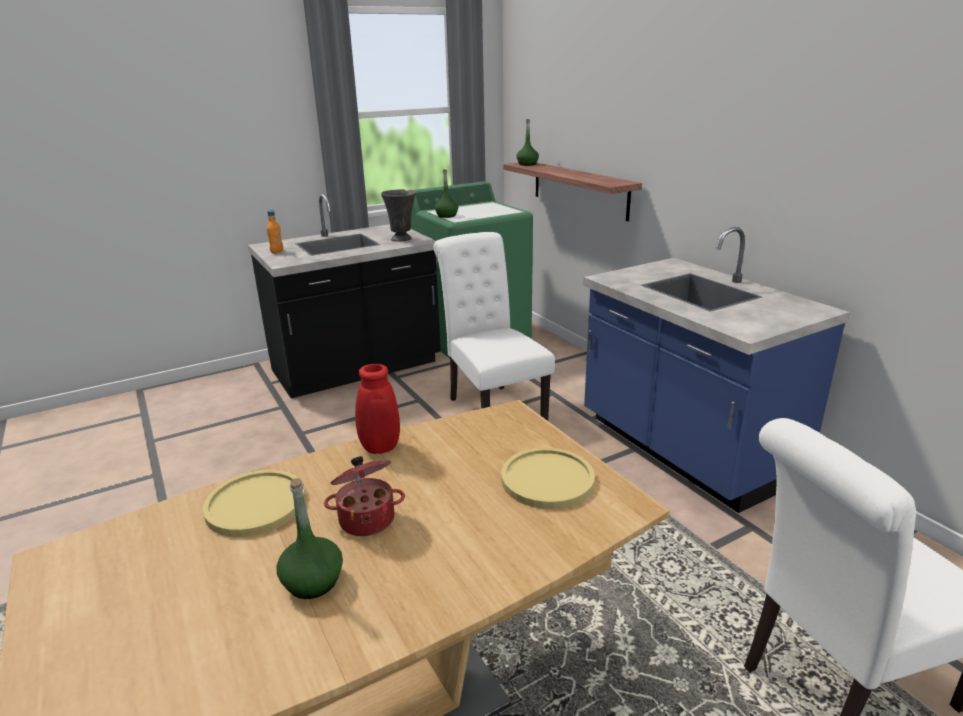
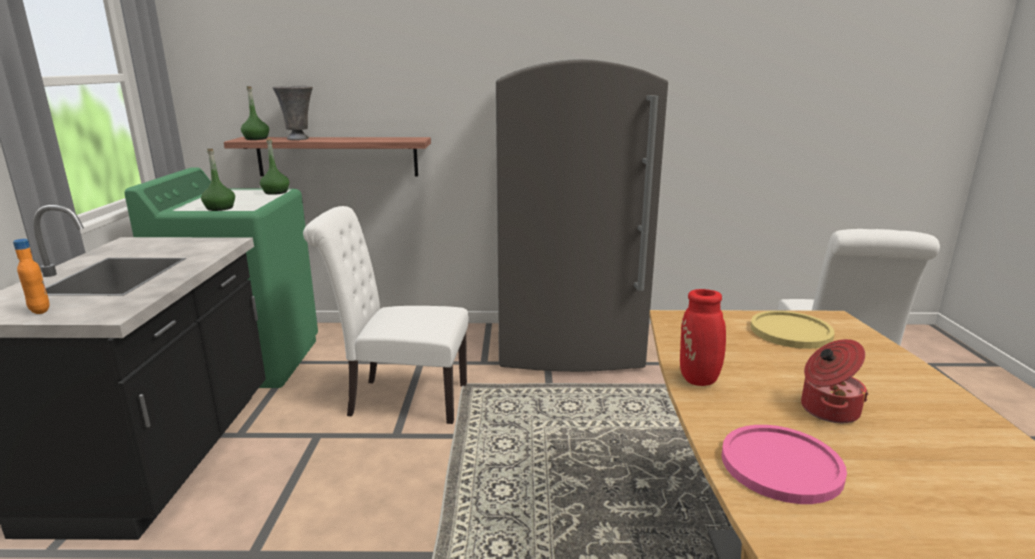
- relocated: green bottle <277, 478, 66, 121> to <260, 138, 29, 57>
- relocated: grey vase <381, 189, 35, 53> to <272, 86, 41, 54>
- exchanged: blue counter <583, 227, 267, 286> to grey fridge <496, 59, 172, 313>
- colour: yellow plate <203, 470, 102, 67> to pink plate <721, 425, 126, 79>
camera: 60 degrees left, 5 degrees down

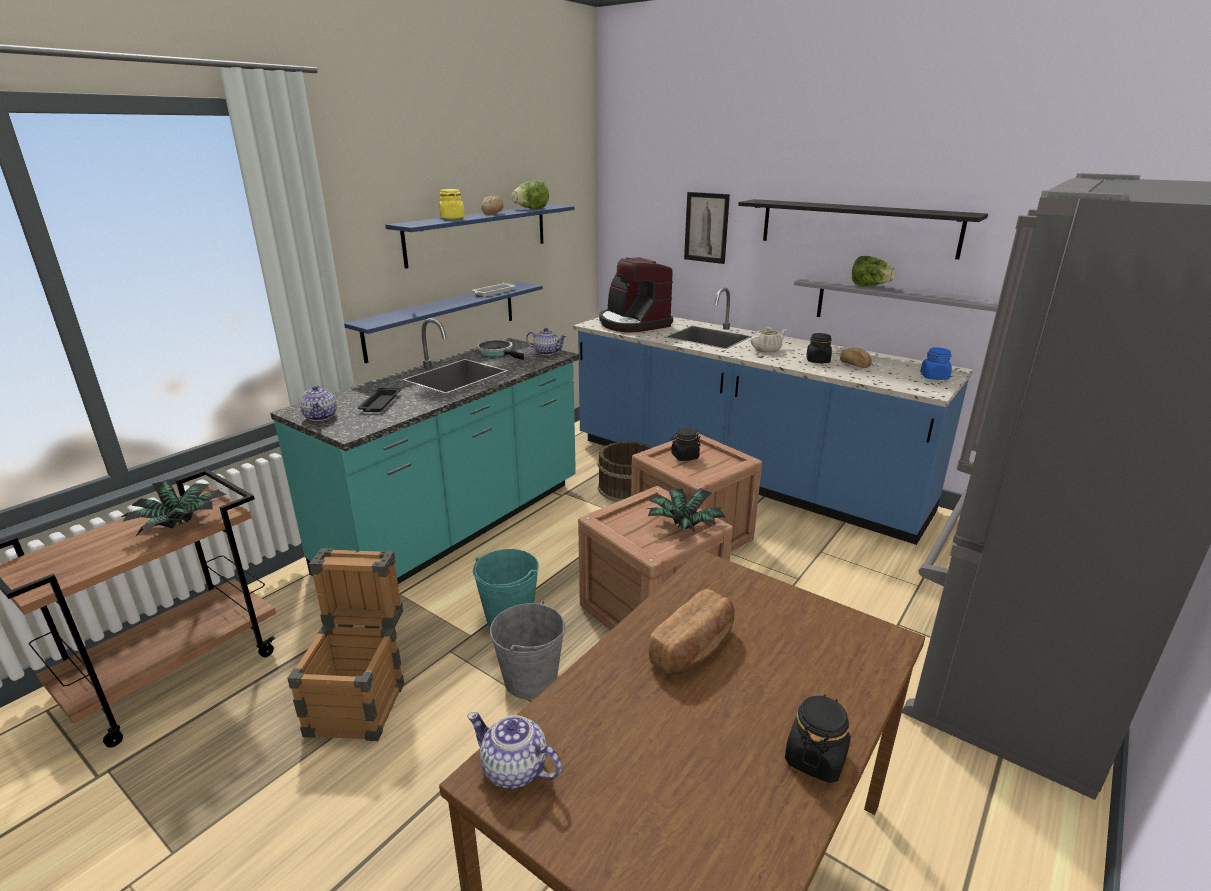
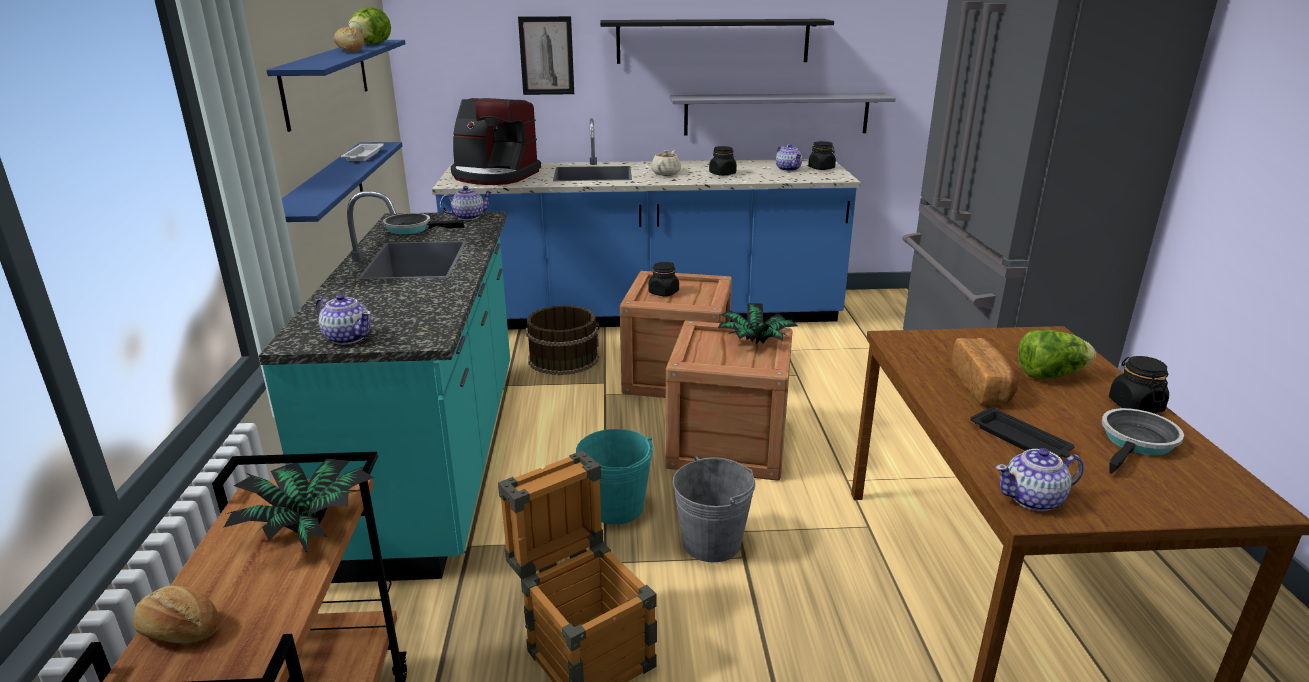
- relocated: bread <840, 347, 32, 21> to <133, 586, 86, 58>
- appeared: teapot <776, 144, 26, 27>
- colour: blue jar <920, 347, 32, 33> to black jar <808, 141, 28, 29>
- relocated: black tray <357, 388, 44, 24> to <970, 407, 105, 51>
- relocated: lettuce <852, 256, 44, 30> to <1018, 329, 78, 51>
- appeared: frying pan <1102, 408, 82, 66>
- missing: yellow jar <439, 189, 26, 30>
camera: 40 degrees left, 0 degrees up

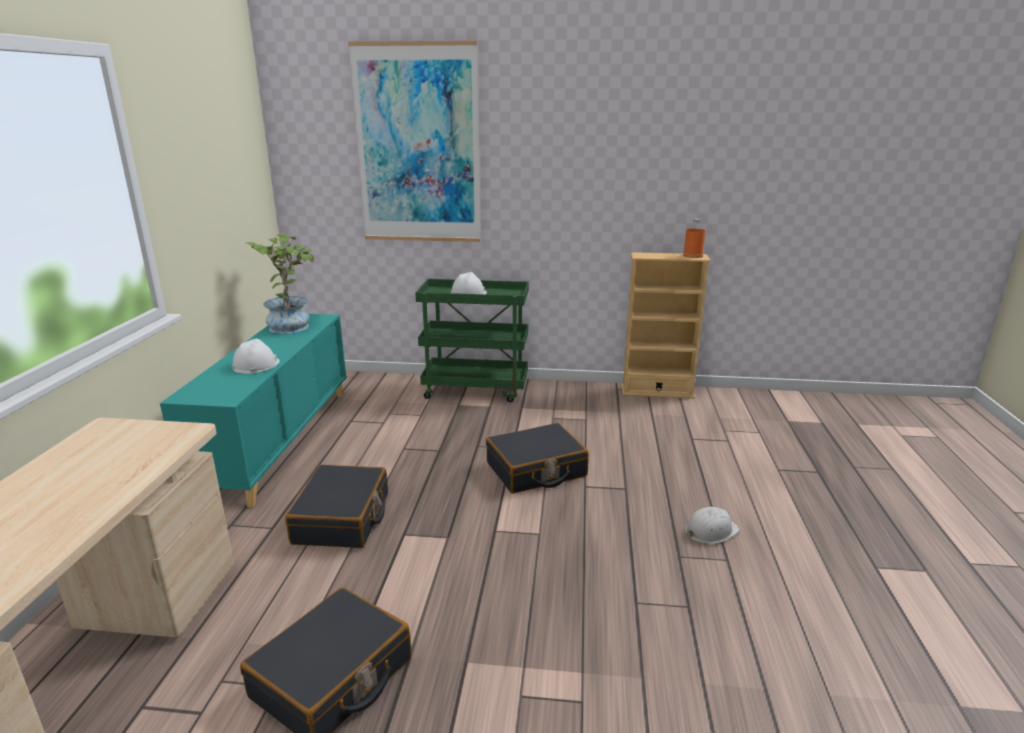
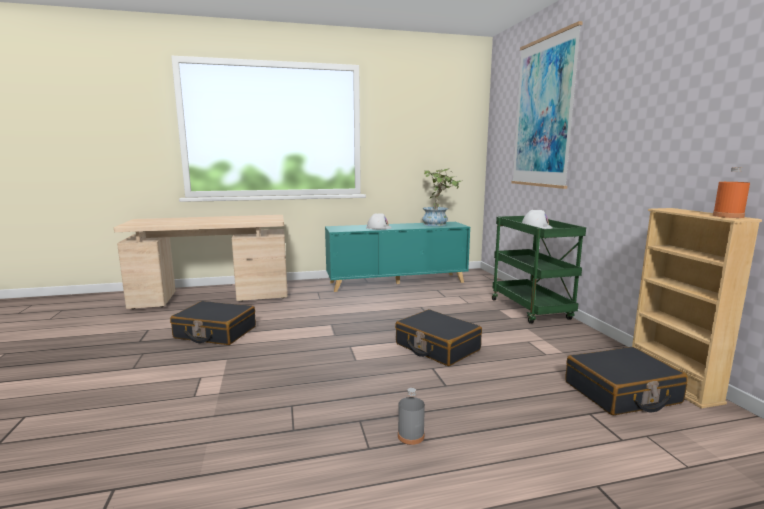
- exchanged: white hard hat <685, 507, 55, 37> to grey bottle <398, 388, 27, 57>
- relocated: black suitcase <285, 465, 103, 83> to <565, 347, 123, 68>
camera: 70 degrees right, 10 degrees down

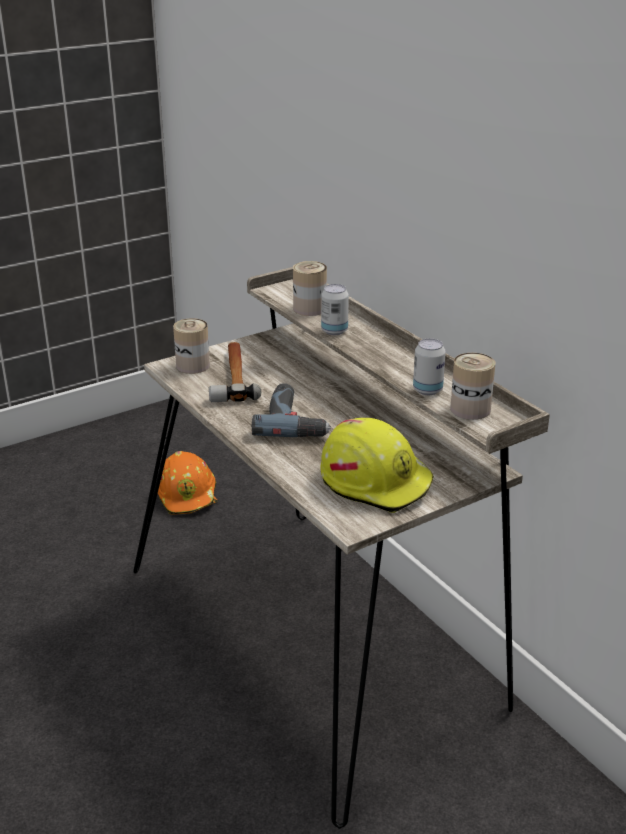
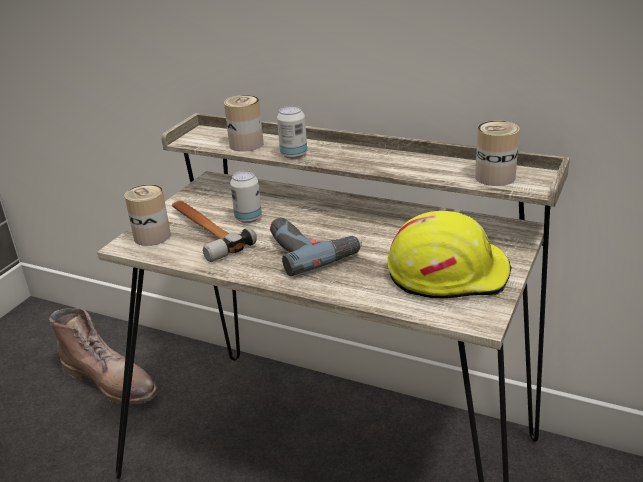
- exchanged: orange hard hat <158, 451, 60, 64> to brown boot <49, 308, 109, 96>
- relocated: can <413, 338, 33, 57> to <230, 171, 32, 52>
camera: 30 degrees left, 0 degrees up

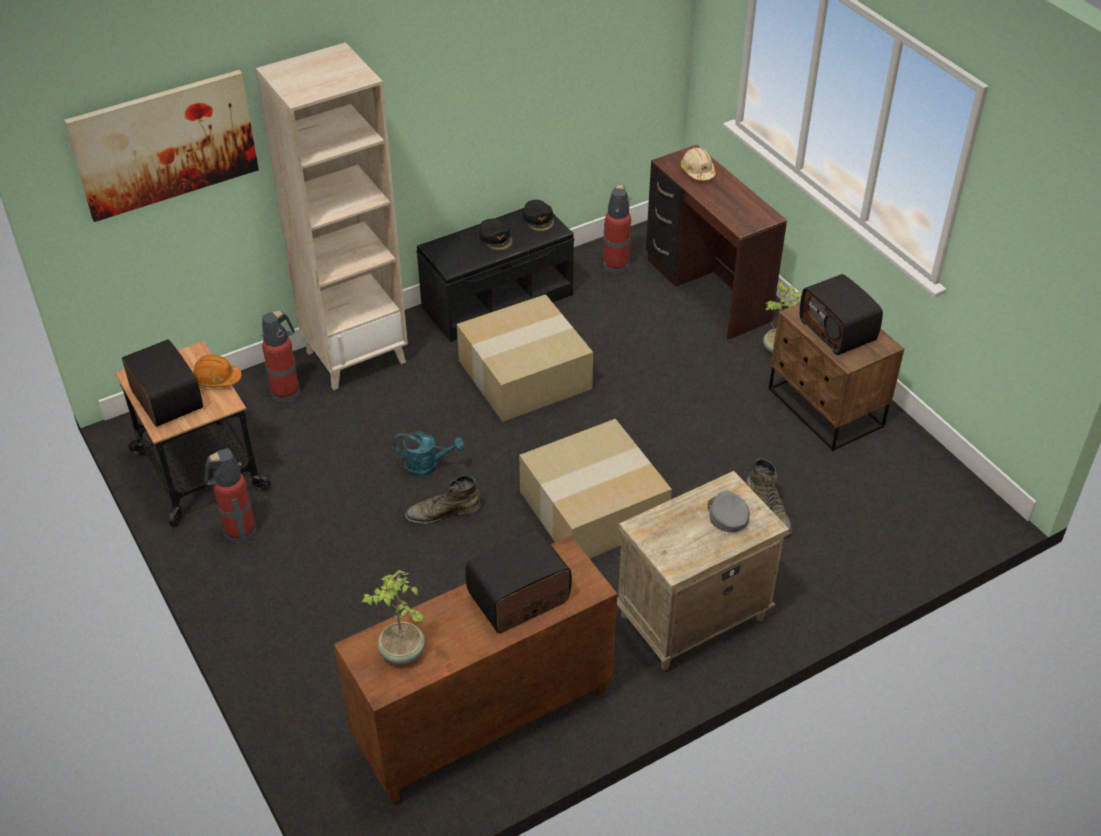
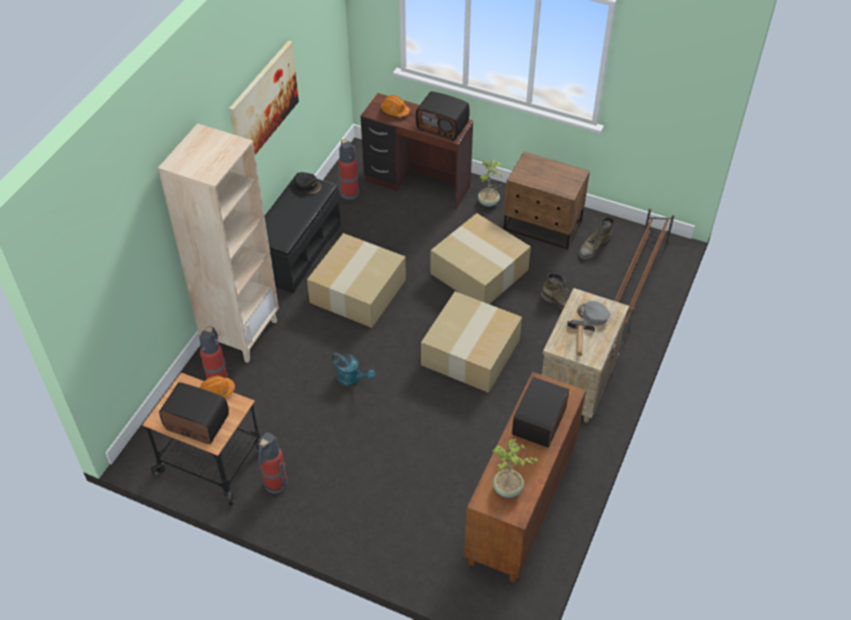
- relocated: picture <64, 70, 195, 152> to <229, 41, 70, 114>
- spun: turquoise watering can <394, 431, 70, 46> = <332, 352, 43, 34> 60 degrees clockwise
- colour: beige hard hat <680, 147, 36, 34> to orange hard hat <381, 95, 29, 22>
- relocated: radio <800, 274, 83, 81> to <416, 91, 54, 50>
- appeared: cardboard box <430, 213, 101, 91>
- appeared: hammer <567, 320, 28, 36>
- relocated: green boot <405, 475, 76, 49> to <578, 217, 36, 42>
- appeared: brown shoe rack <614, 208, 60, 129>
- missing: black cap <479, 219, 34, 32>
camera: 35 degrees left, 5 degrees up

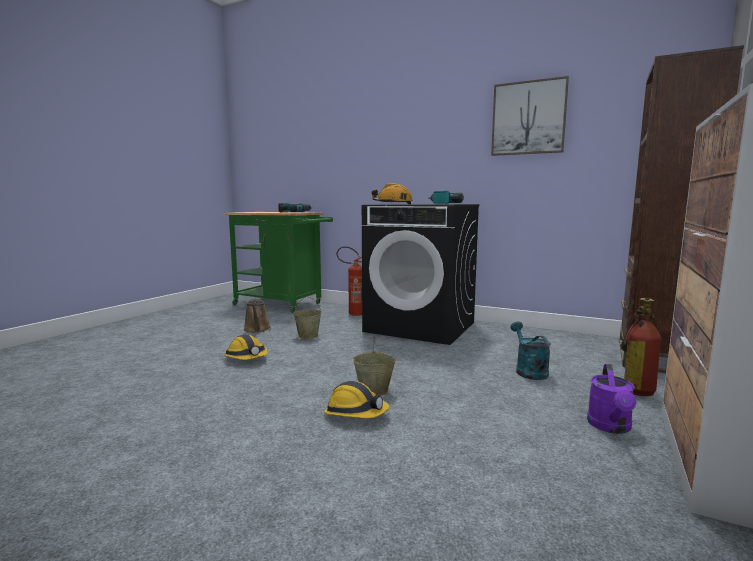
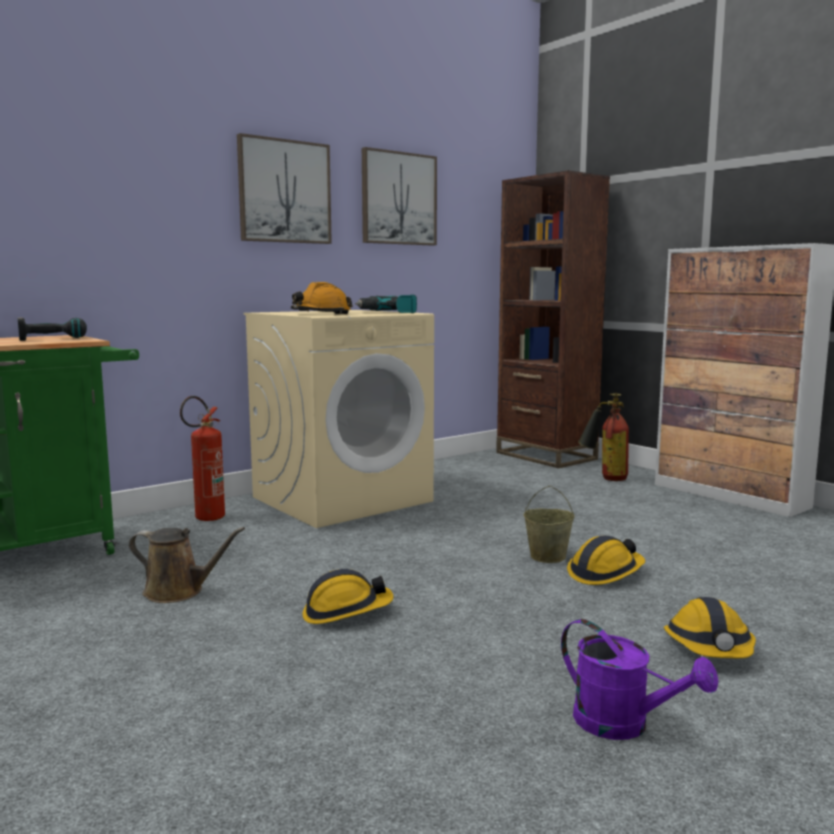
- appeared: picture <237, 133, 95, 111>
- colour: black washing machine <362, 204, 117, 141> to beige washing machine <244, 310, 190, 218>
- relocated: purple watering can <587, 364, 50, 70> to <561, 619, 157, 121>
- appeared: hard hat <664, 597, 92, 61>
- missing: beige bucket <293, 296, 28, 43>
- missing: turquoise watering can <510, 321, 41, 59>
camera: 65 degrees left, 0 degrees up

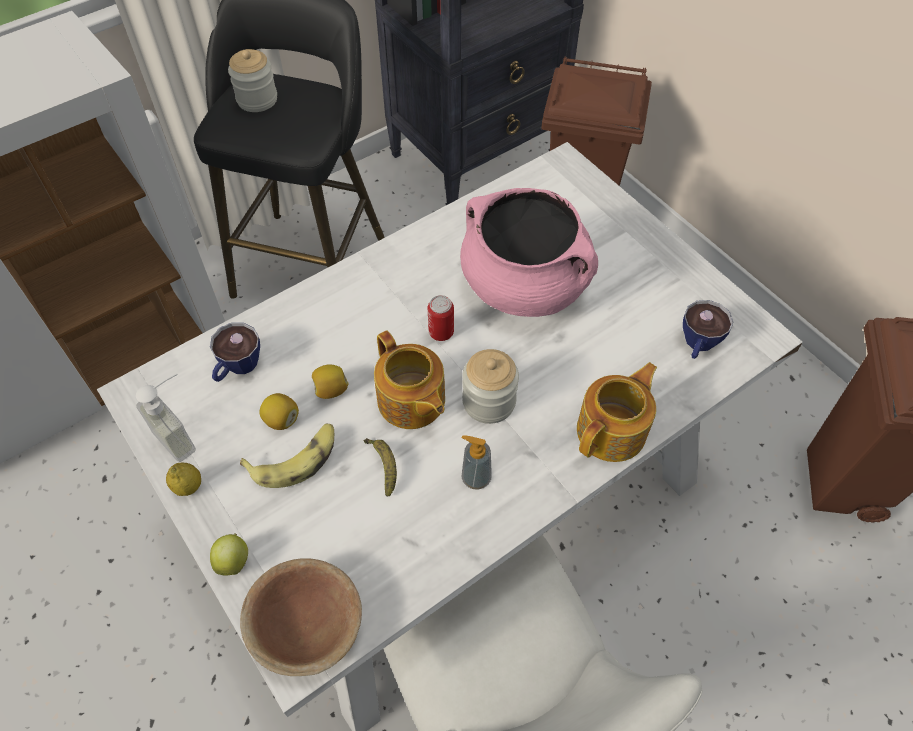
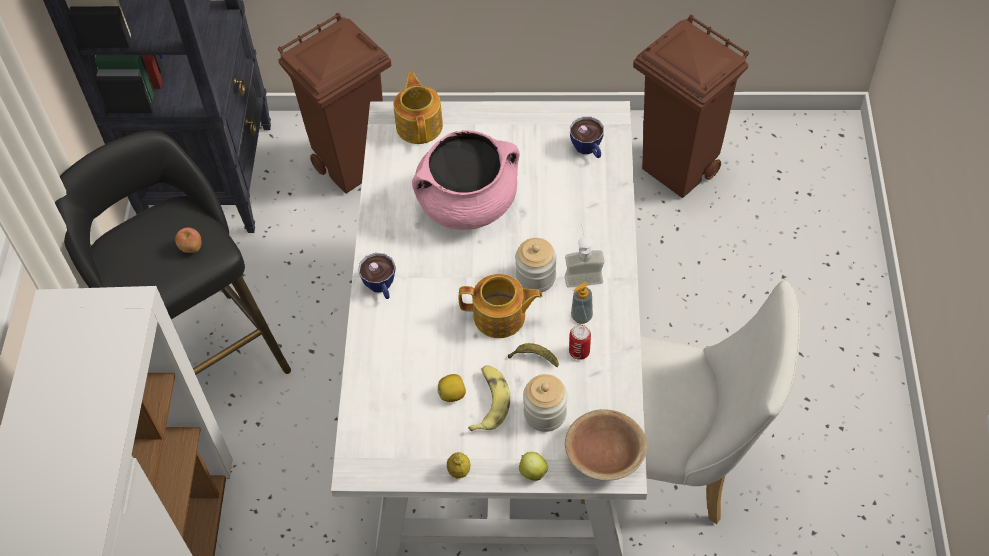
- appeared: apple <175, 227, 27, 26>
- relocated: cup <210, 323, 50, 59> to <358, 253, 38, 46>
- relocated: teapot <577, 362, 80, 100> to <394, 72, 49, 72>
- relocated: jar <228, 49, 49, 63> to <523, 374, 44, 58>
- relocated: soap dispenser <136, 373, 60, 89> to <565, 223, 39, 65>
- relocated: can <428, 295, 26, 46> to <569, 324, 22, 36>
- missing: lemon <312, 364, 37, 35>
camera: 50 degrees left, 0 degrees up

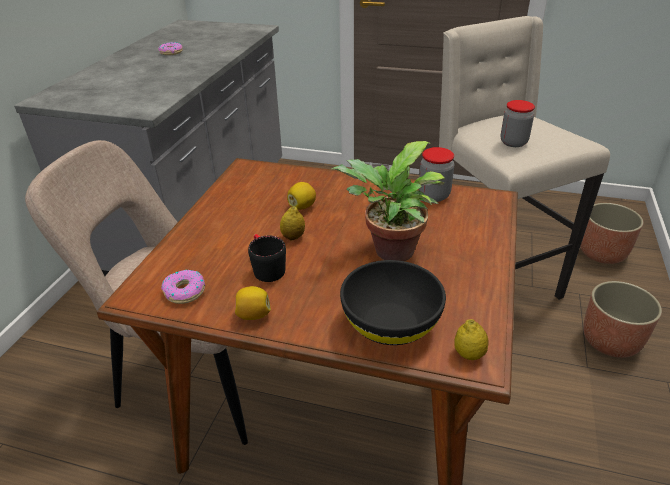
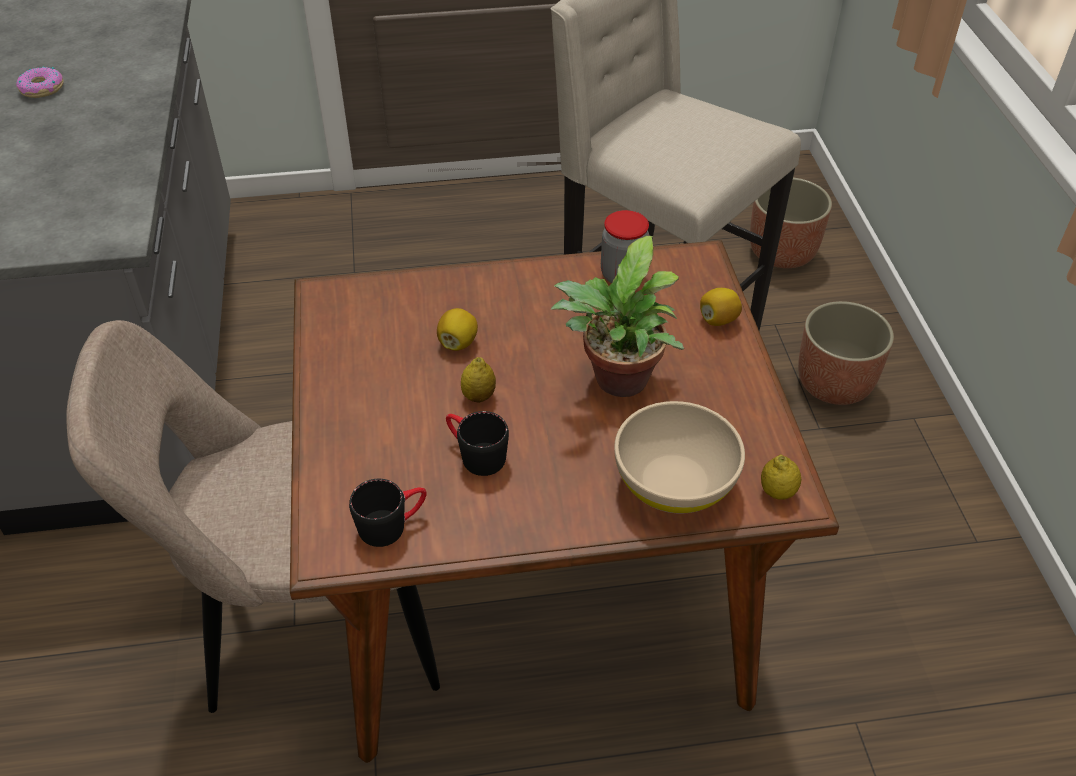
- exchanged: donut <161, 270, 44, 34> to black mug <349, 479, 78, 68>
- colour: black bowl <340, 260, 106, 85> to beige bowl <614, 401, 131, 112>
- relocated: lemon <235, 286, 36, 34> to <700, 288, 42, 38>
- missing: jar <501, 100, 34, 47>
camera: 25 degrees left, 10 degrees up

